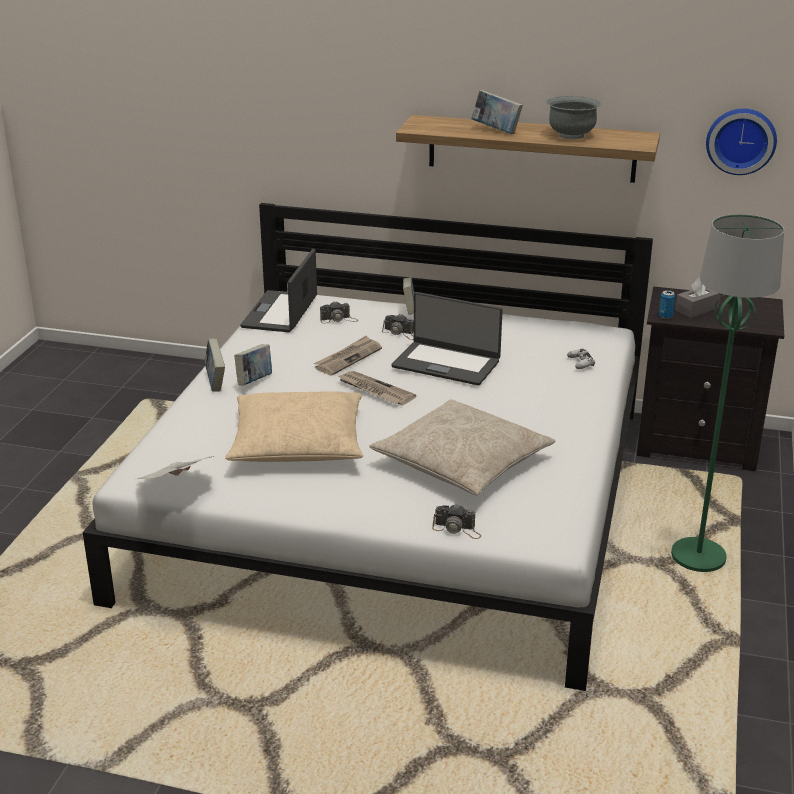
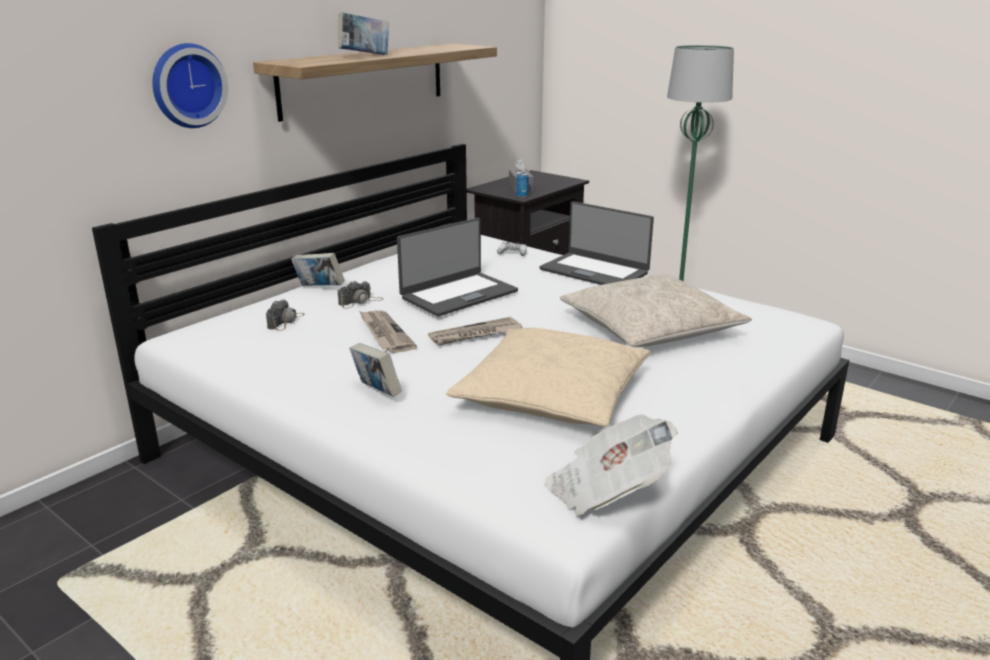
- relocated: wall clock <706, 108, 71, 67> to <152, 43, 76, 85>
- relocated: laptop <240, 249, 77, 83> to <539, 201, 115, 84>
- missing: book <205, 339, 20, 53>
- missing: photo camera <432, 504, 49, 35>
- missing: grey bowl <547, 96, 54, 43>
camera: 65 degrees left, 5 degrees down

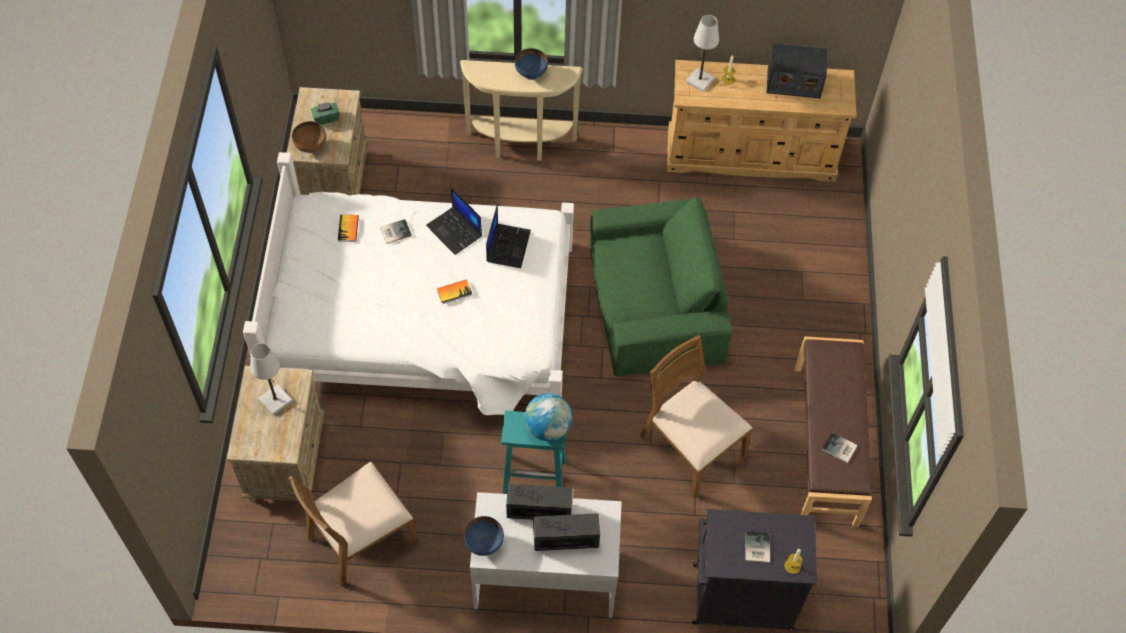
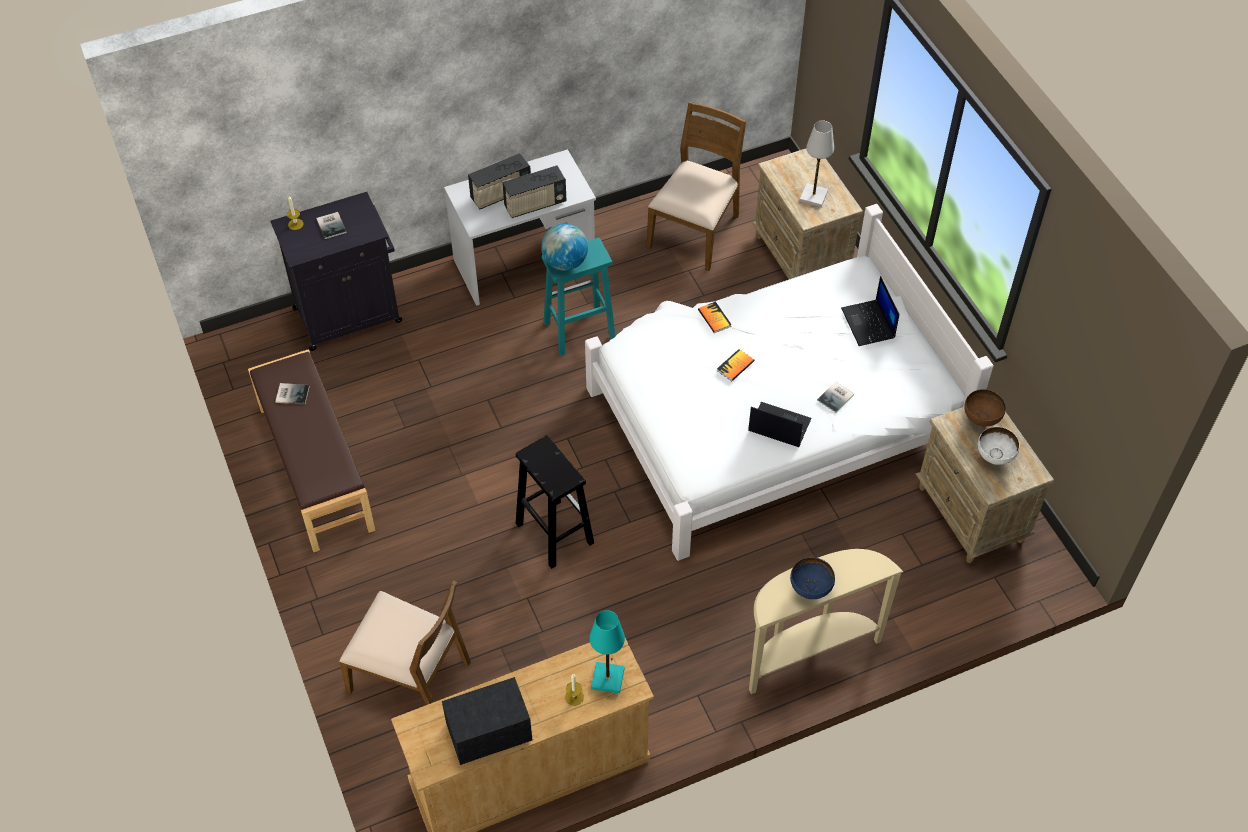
- relocated: brown chair <640, 335, 113, 164> to <339, 580, 132, 125>
- exchanged: green armchair <589, 197, 143, 179> to black stool <516, 435, 78, 134>
- colour: white table lamp <686, 15, 33, 77> to turquoise table lamp <590, 610, 35, 84>
- relocated: book <338, 215, 21, 27> to <698, 301, 34, 32>
- relocated: laptop <486, 204, 45, 64> to <841, 276, 58, 70>
- exchanged: green tissue box <311, 102, 29, 23> to white bowl <978, 427, 42, 38>
- missing: blue bowl <464, 516, 40, 40>
camera: 155 degrees right, 5 degrees down

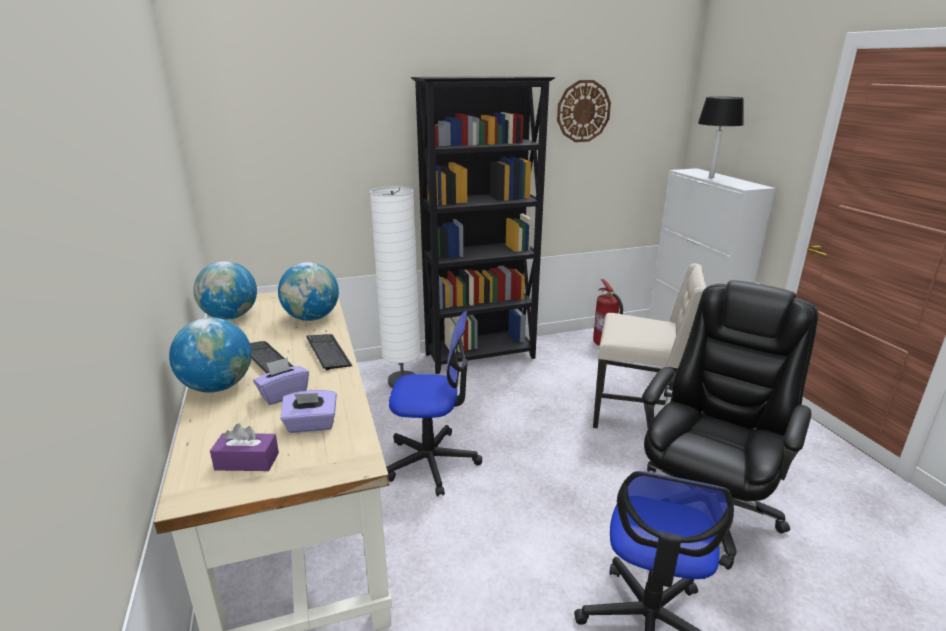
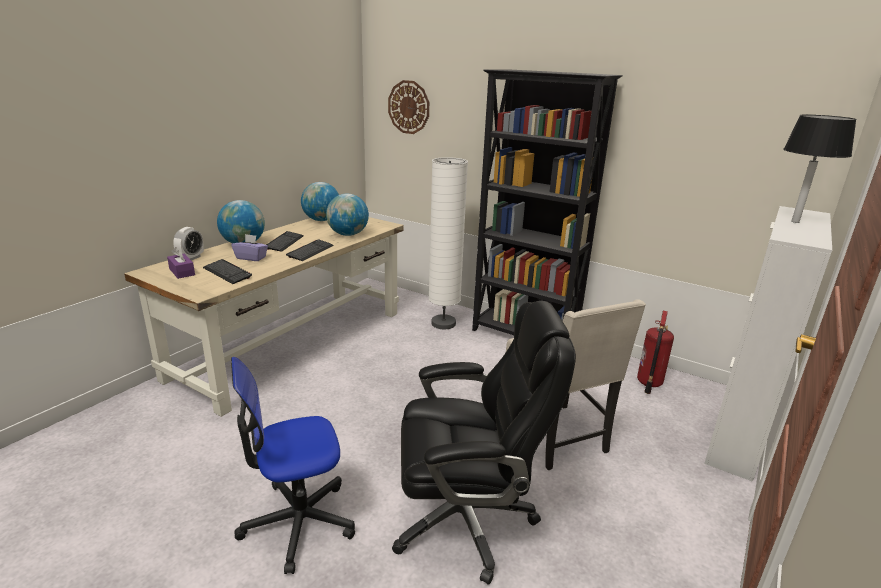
- appeared: alarm clock <173, 227, 31, 34>
- exchanged: purple tissue box <280, 390, 57, 43> to keyboard <203, 259, 49, 25>
- relocated: wall clock <557, 80, 54, 62> to <388, 80, 41, 54>
- missing: office chair <387, 311, 95, 186>
camera: 50 degrees right, 0 degrees up

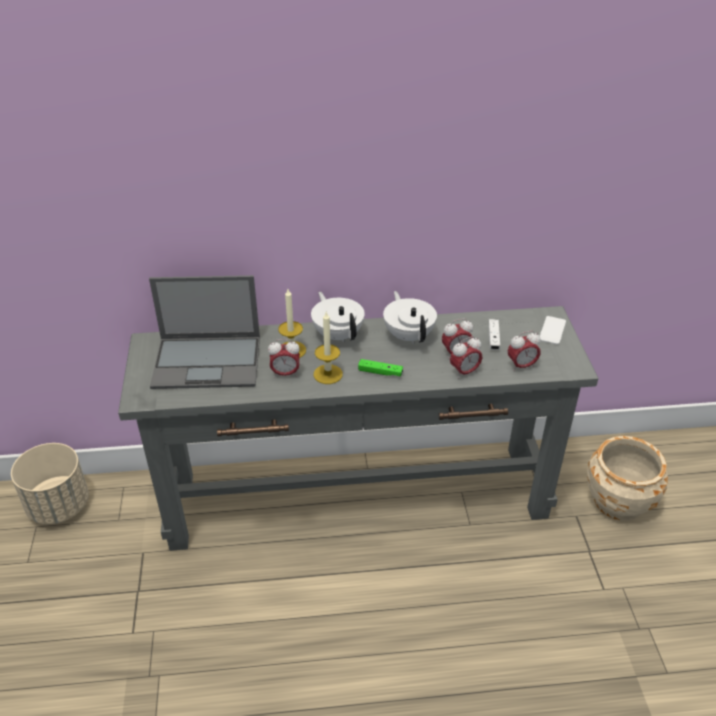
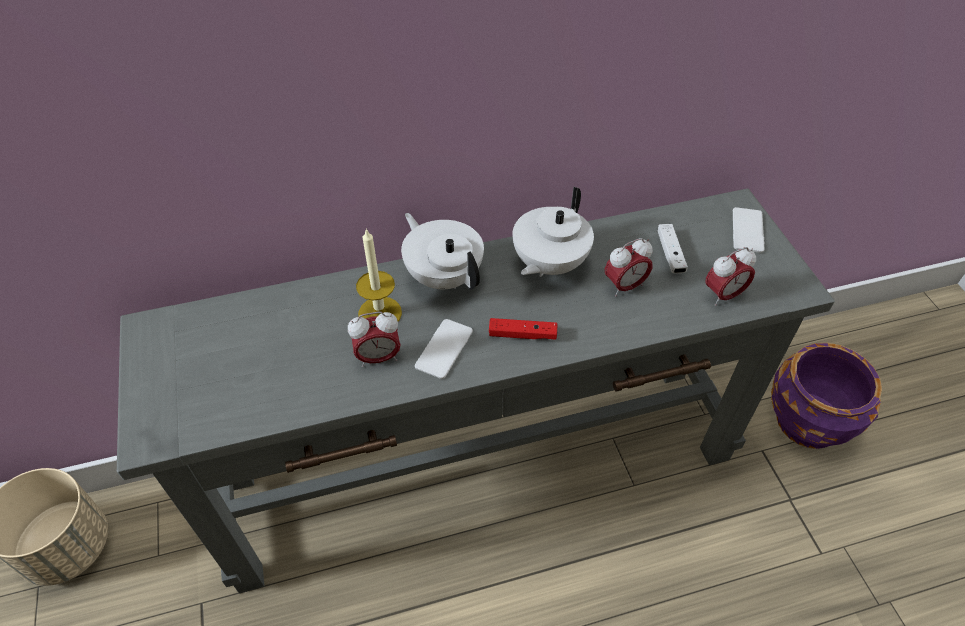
- exchanged: candle <314, 312, 29, 72> to phone <415, 319, 58, 60>
- colour: green game controller <358, 359, 45, 18> to red game controller <489, 318, 68, 22>
- spun: white teapot <383, 291, 54, 53> = <513, 187, 81, 90> 120 degrees counterclockwise
- colour: beige planter <587, 436, 81, 85> to purple planter <771, 343, 111, 106>
- missing: laptop <149, 275, 111, 114>
- missing: alarm clock <450, 336, 32, 43>
camera: 10 degrees left, 10 degrees up

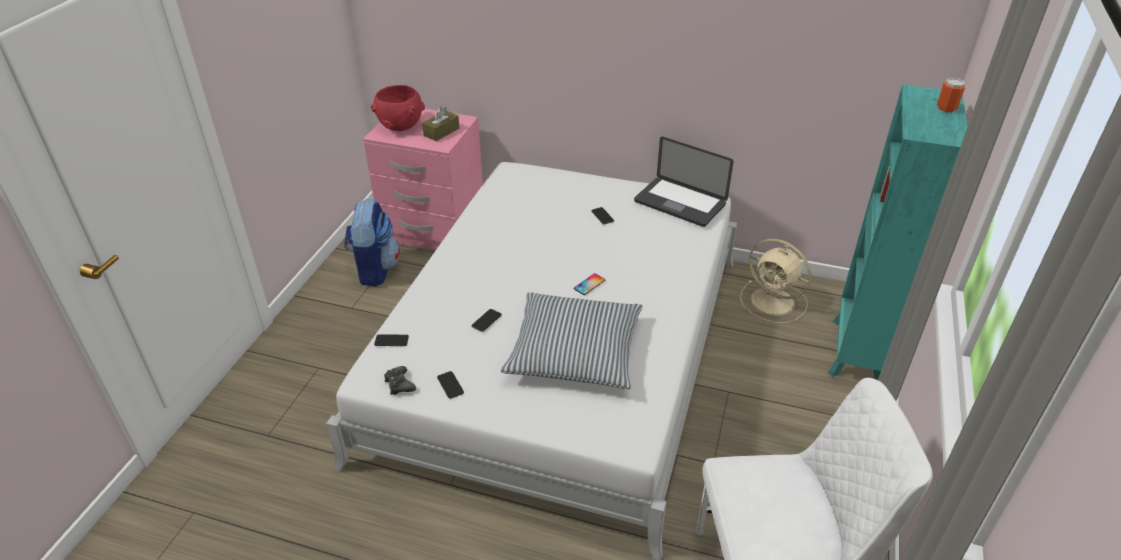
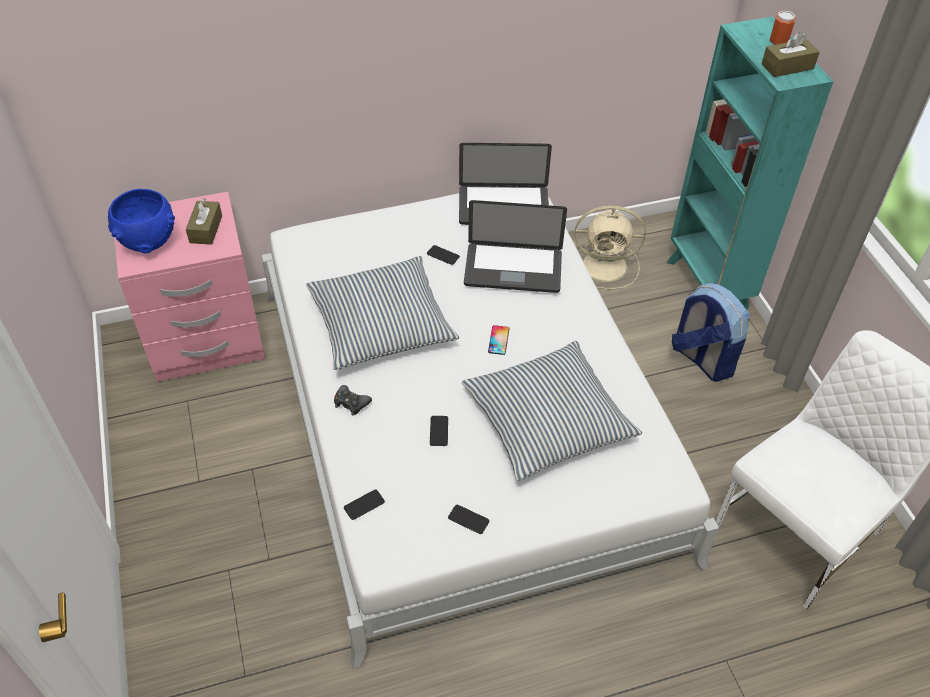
- colour: red bowl <371, 85, 54, 46> to blue bowl <108, 189, 67, 65>
- appeared: pillow <306, 256, 153, 114>
- relocated: black game controller <384, 366, 32, 29> to <334, 385, 38, 31>
- appeared: laptop <464, 200, 103, 93>
- relocated: backpack <344, 199, 56, 88> to <672, 283, 78, 99>
- appeared: brown tissue box <762, 32, 58, 45>
camera: 35 degrees left, 10 degrees up

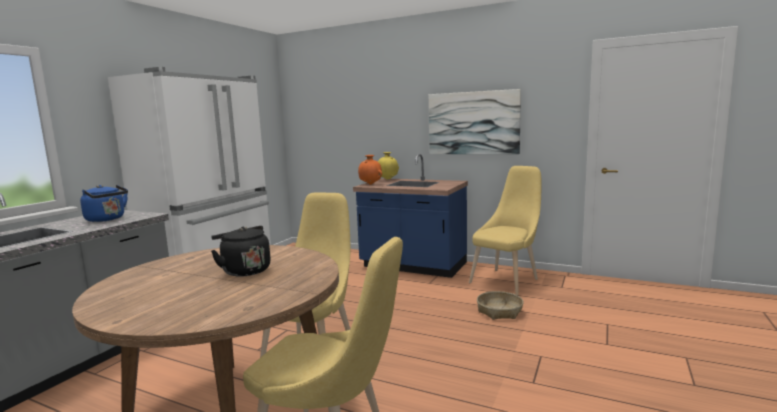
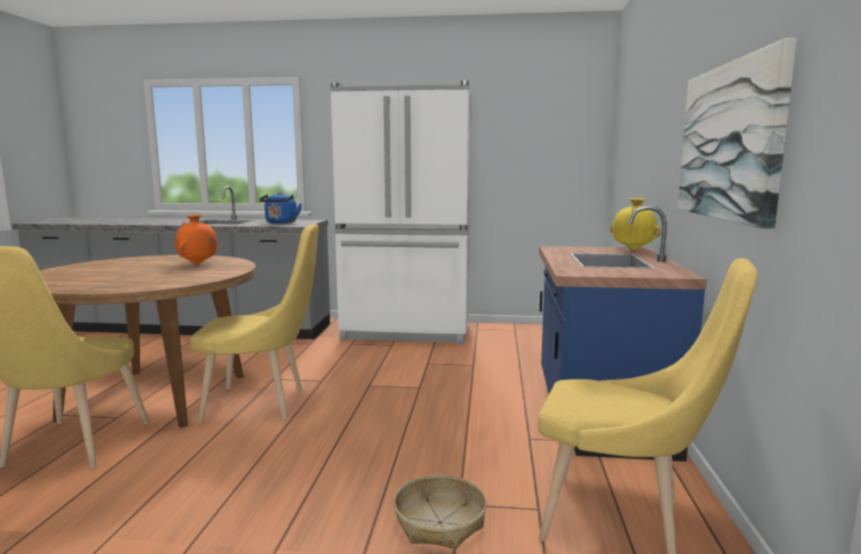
- relocated: orange vase <358, 155, 24, 30> to <175, 215, 42, 49>
- missing: black kettle <211, 225, 60, 52>
camera: 70 degrees right, 0 degrees up

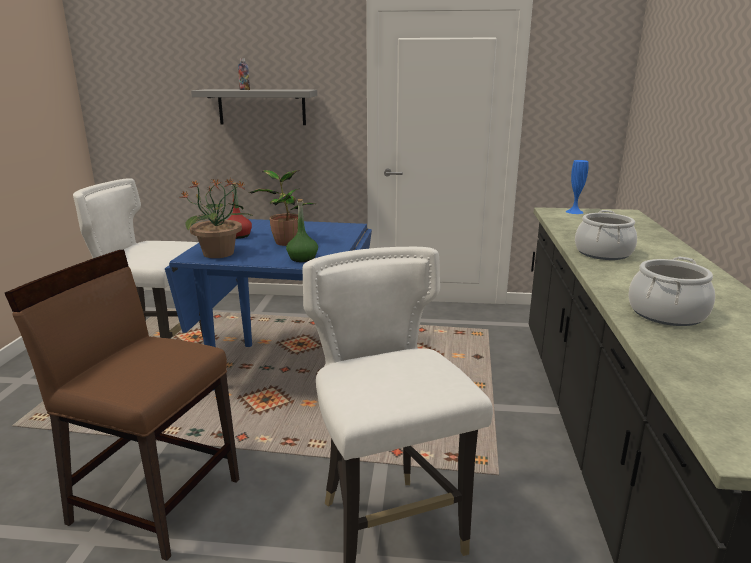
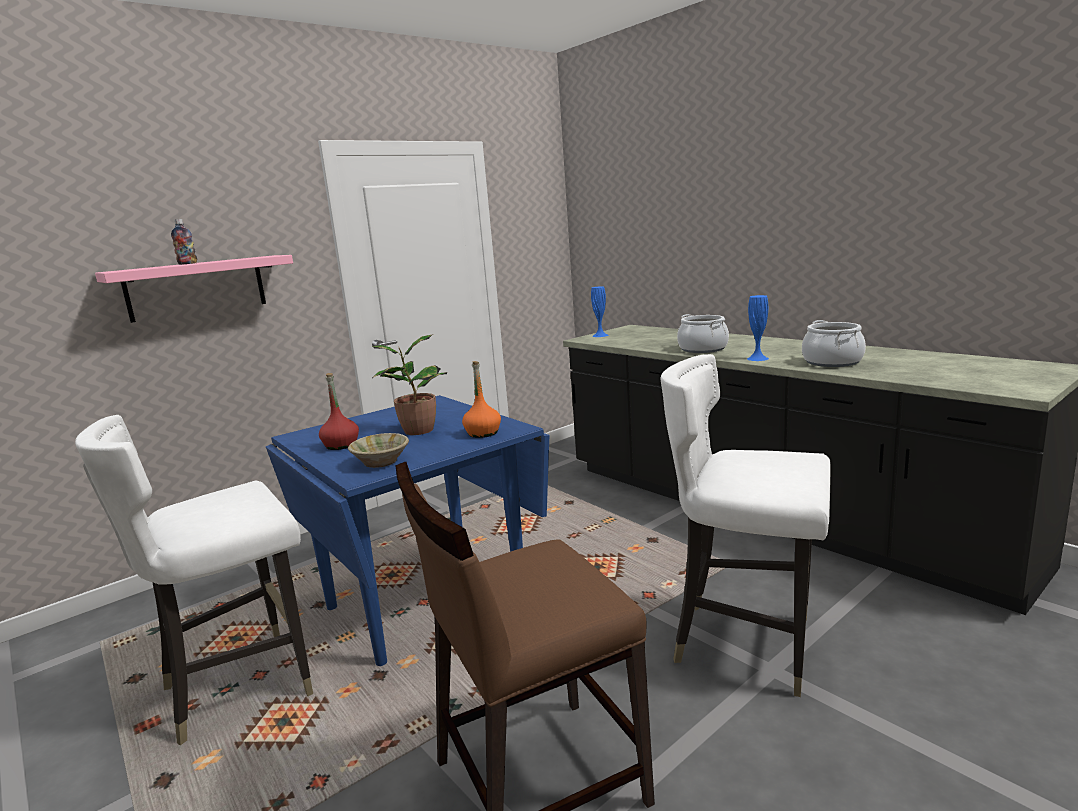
- colour: grey shelf <191, 89, 126, 36> to pink shelf <95, 255, 198, 68>
- exchanged: potted plant <179, 178, 75, 80> to beige bowl <348, 433, 61, 35>
- colour: green bottle <286, 199, 32, 63> to orange bottle <462, 361, 39, 77>
- appeared: blue vase <747, 295, 22, 66>
camera: 45 degrees left, 5 degrees down

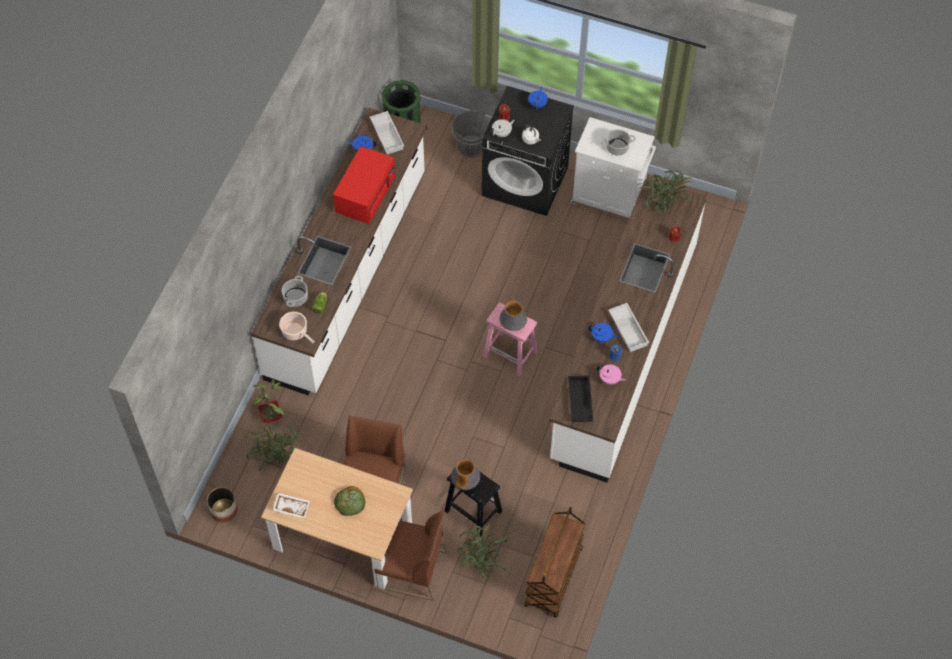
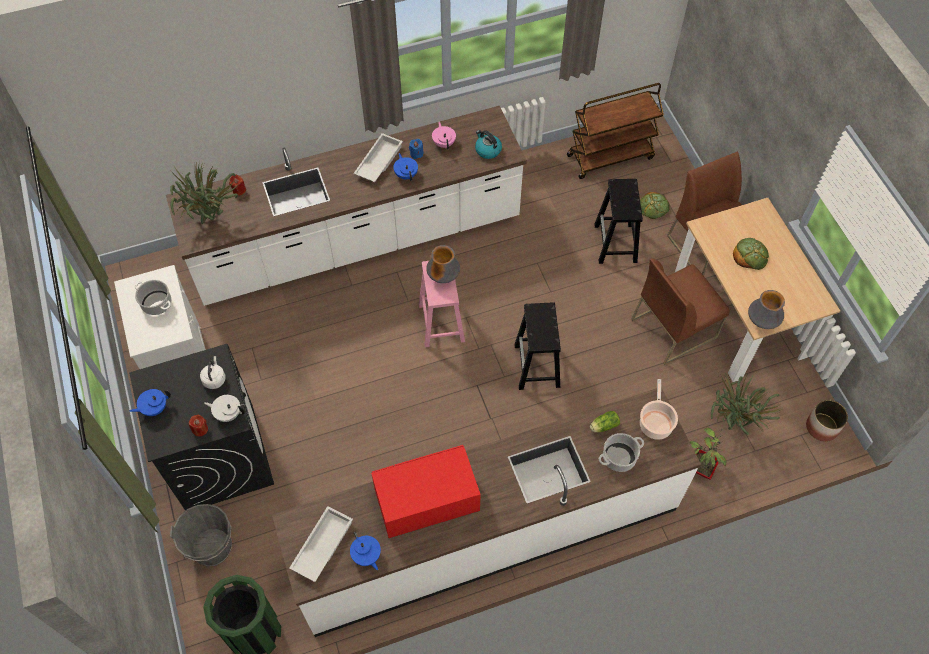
- exchanged: black tray <568, 375, 25, 47> to kettle <475, 130, 27, 29>
- appeared: black stool <514, 302, 47, 88>
- exchanged: potted plant <457, 521, 50, 59> to bread <640, 192, 30, 27>
- relocated: vase <451, 458, 29, 32> to <748, 290, 37, 39>
- missing: white tray <273, 493, 37, 26>
camera: 130 degrees left, 0 degrees up

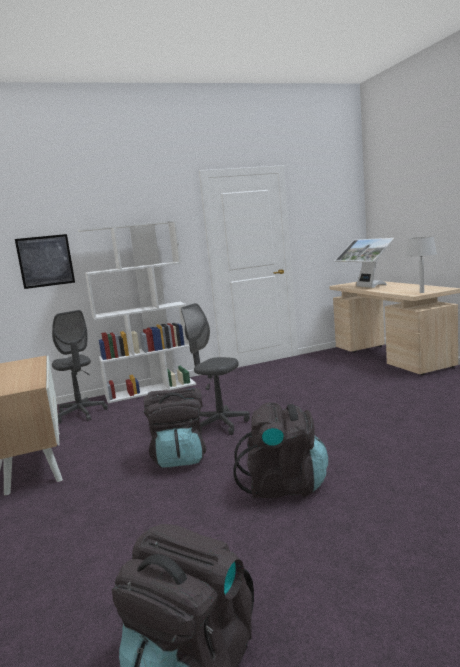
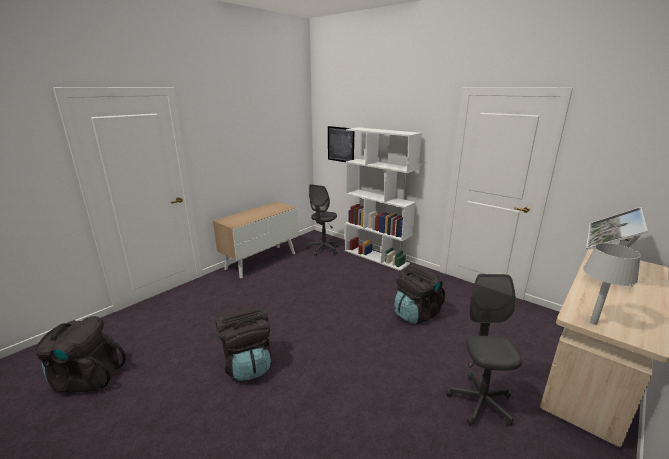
- relocated: black backpack <144, 388, 62, 80> to <394, 264, 51, 60>
- relocated: grey office chair <181, 303, 69, 132> to <446, 274, 76, 152>
camera: 60 degrees right, 10 degrees up

